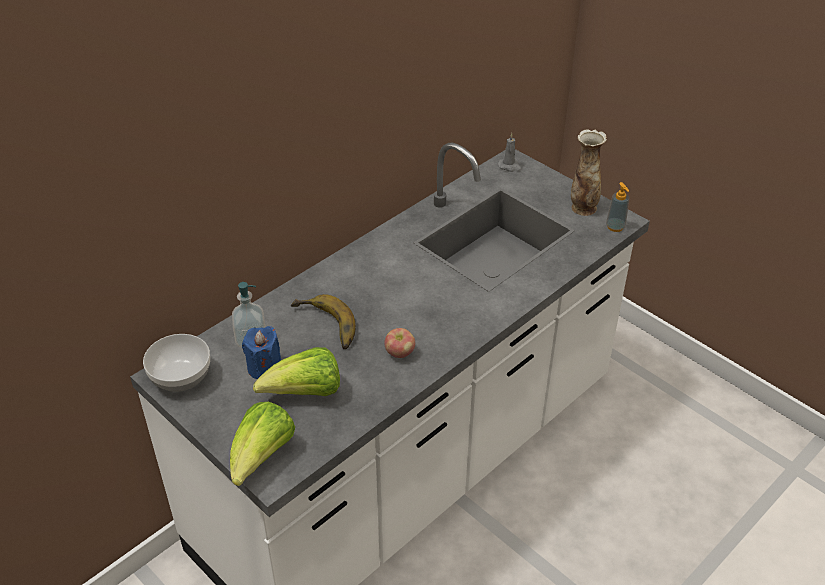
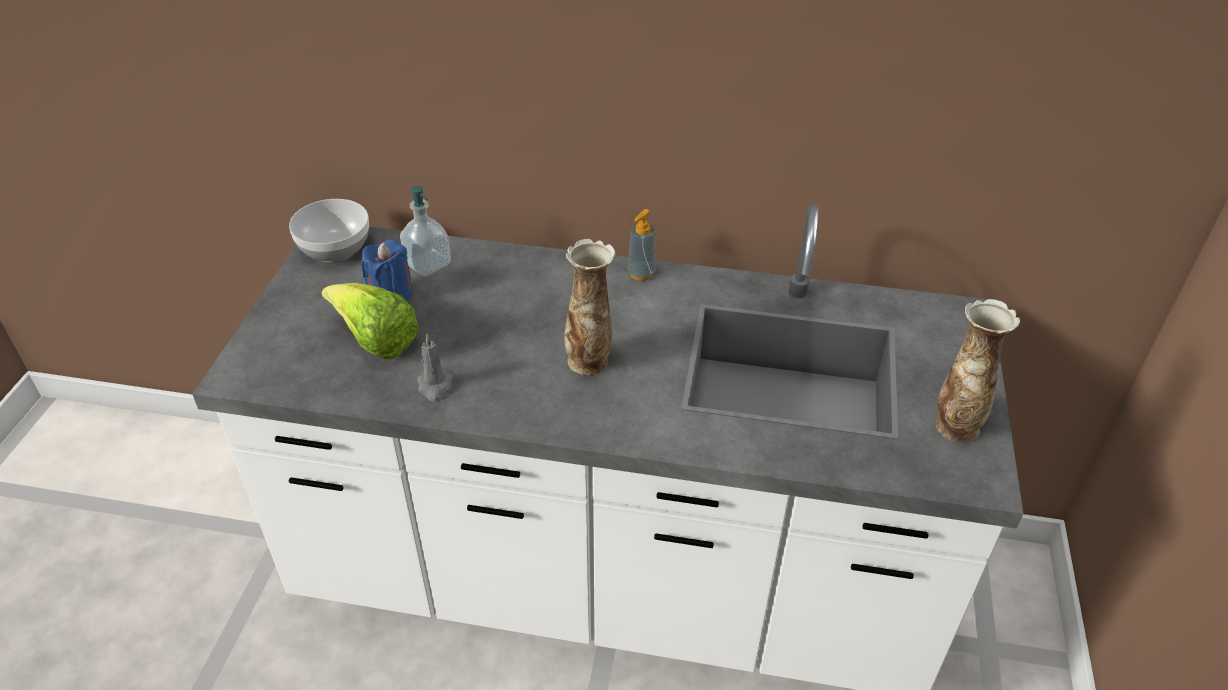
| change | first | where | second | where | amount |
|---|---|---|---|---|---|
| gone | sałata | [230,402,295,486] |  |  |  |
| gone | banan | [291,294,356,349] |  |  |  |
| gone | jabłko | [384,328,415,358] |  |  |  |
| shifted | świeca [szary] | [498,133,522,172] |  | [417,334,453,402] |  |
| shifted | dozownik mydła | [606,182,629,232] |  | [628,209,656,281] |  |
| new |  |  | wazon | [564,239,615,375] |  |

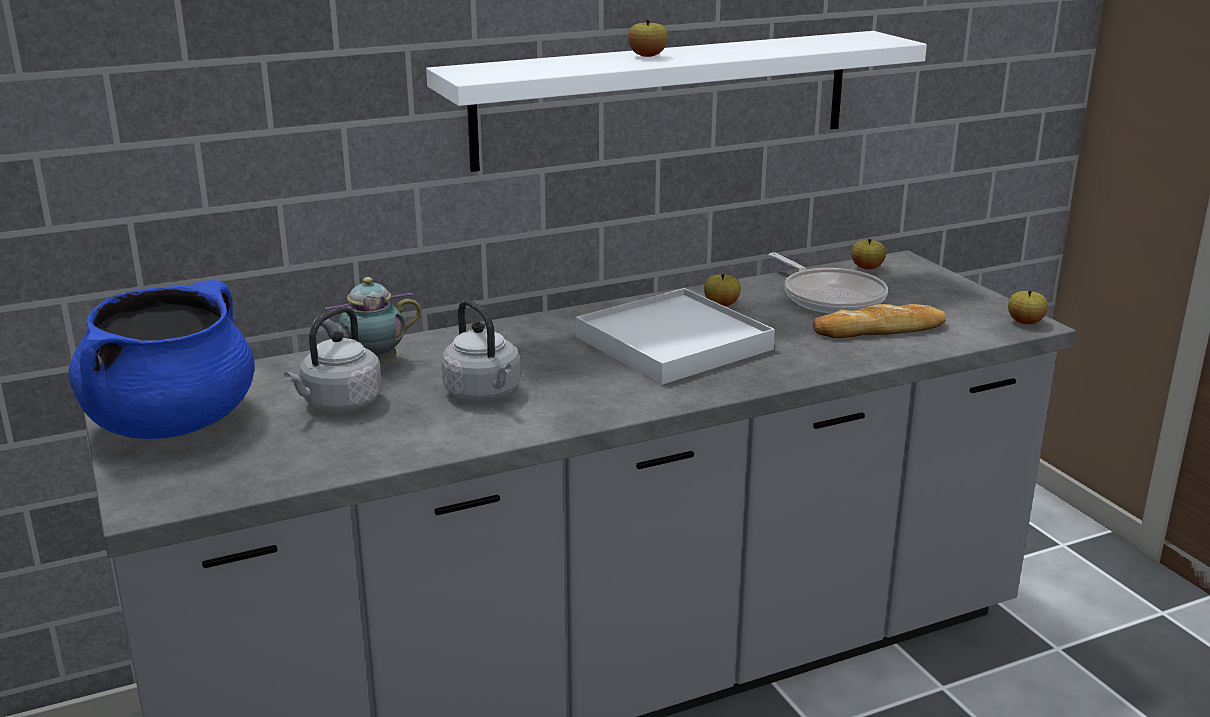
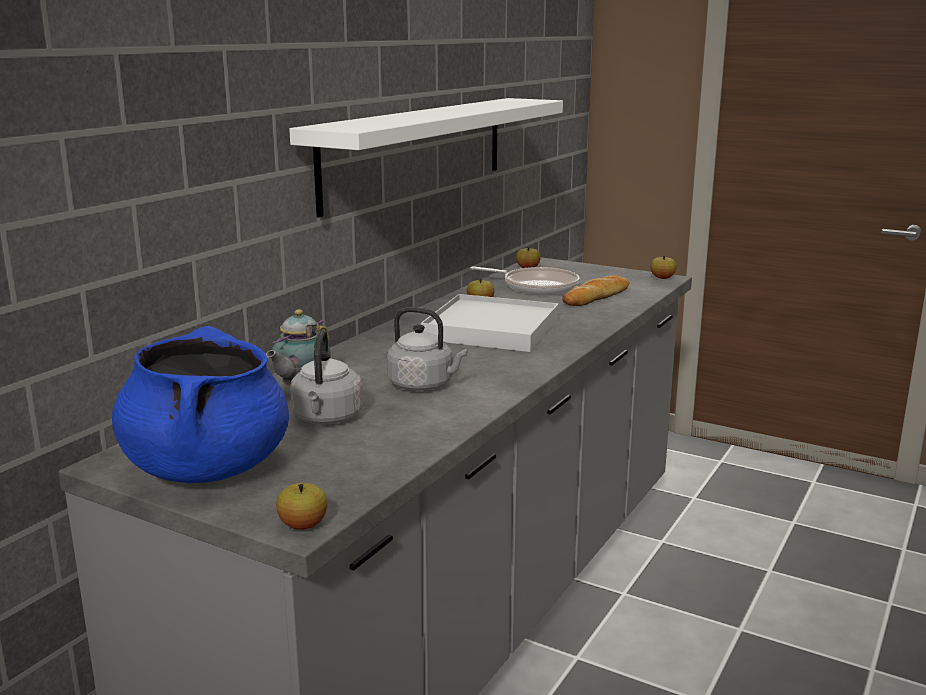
| change | first | where | second | where | amount |
|---|---|---|---|---|---|
| shifted | jabłko | [628,20,668,57] |  | [276,483,327,530] |  |

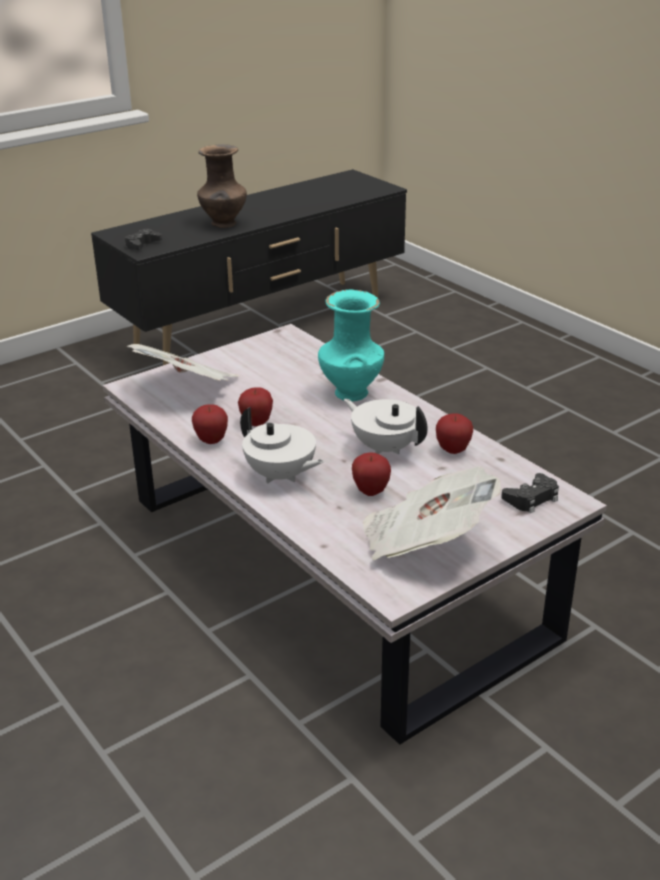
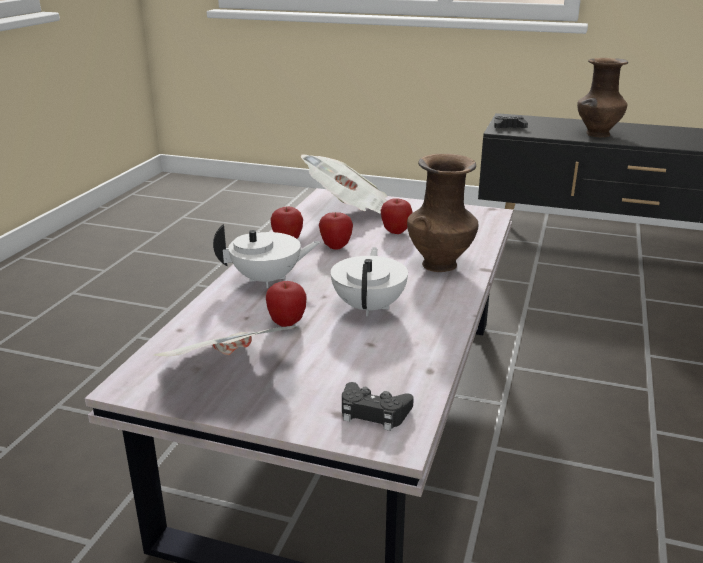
| change | first | where | second | where | amount |
|---|---|---|---|---|---|
| rotated | imbryk [biały] | [240,407,324,484] |  | [213,224,320,288] | 105 degrees counterclockwise |
| repainted | wazon [turkusowy] | [318,290,384,401] | wazon [brązowy] | [407,154,478,272] |  |
| shifted | jabłko | [436,413,473,454] |  | [380,198,413,234] |  |

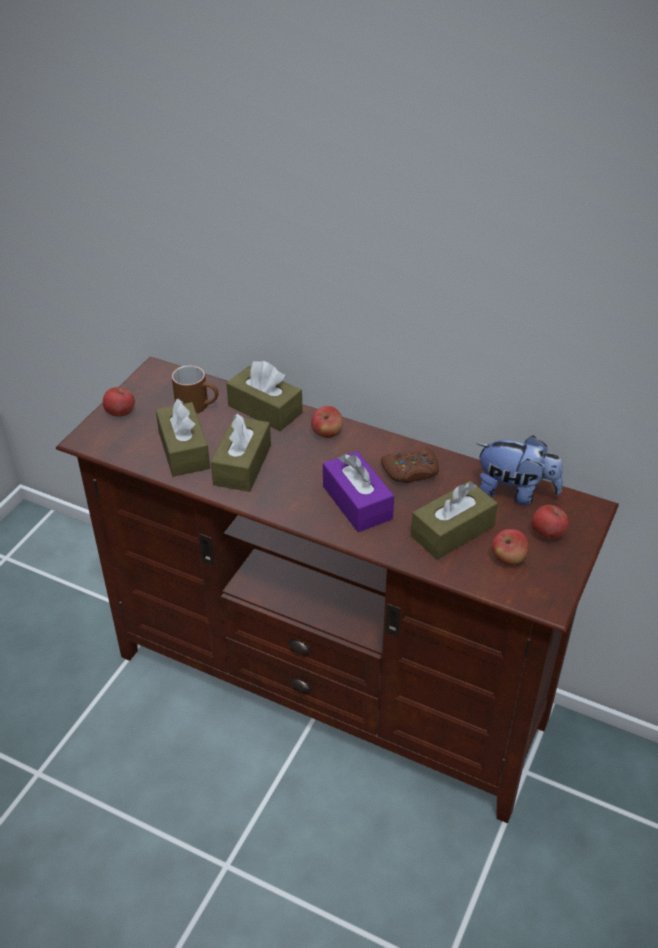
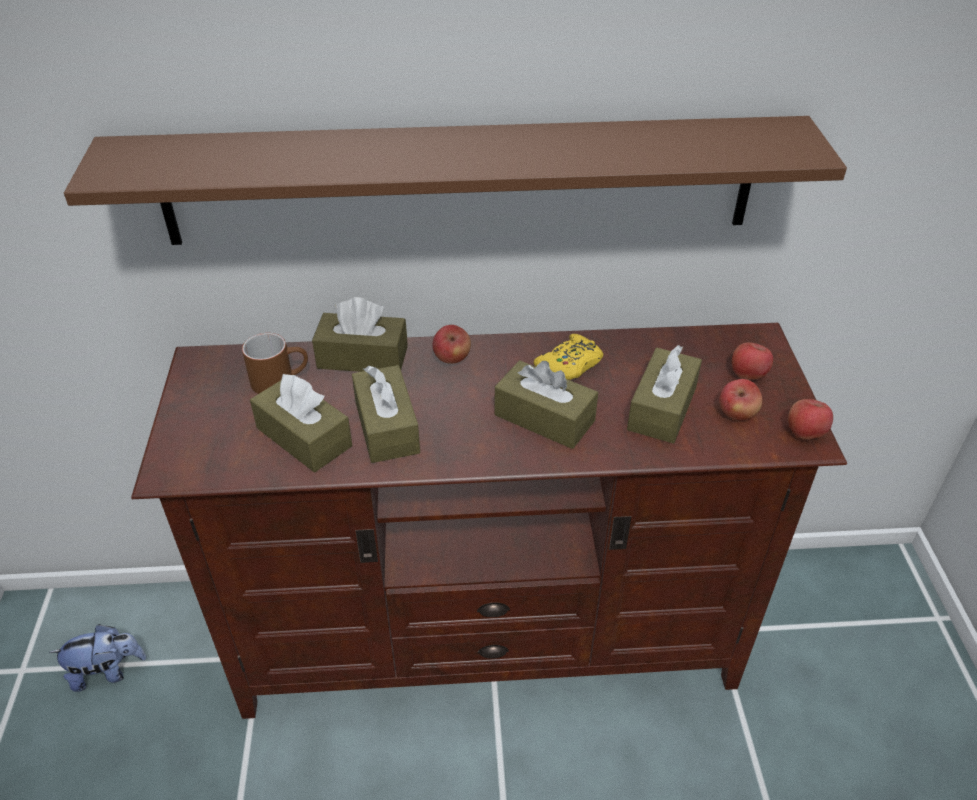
| change | first | where | second | where | amount |
|---|---|---|---|---|---|
| shifted | jabłko | [103,387,135,417] |  | [788,399,833,439] |  |
| repainted | pudełko chusteczek [fioletowy] | [323,451,394,532] | pudełko chusteczek [brązowy] | [495,360,598,449] |  |
| repainted | pad do gier [brązowy] | [381,448,439,483] | pad do gier [żółty] | [534,334,603,380] |  |
| shifted | pluszak | [477,435,563,505] |  | [49,624,146,692] |  |
| new |  |  | półka [brązowy] | [64,116,847,245] |  |

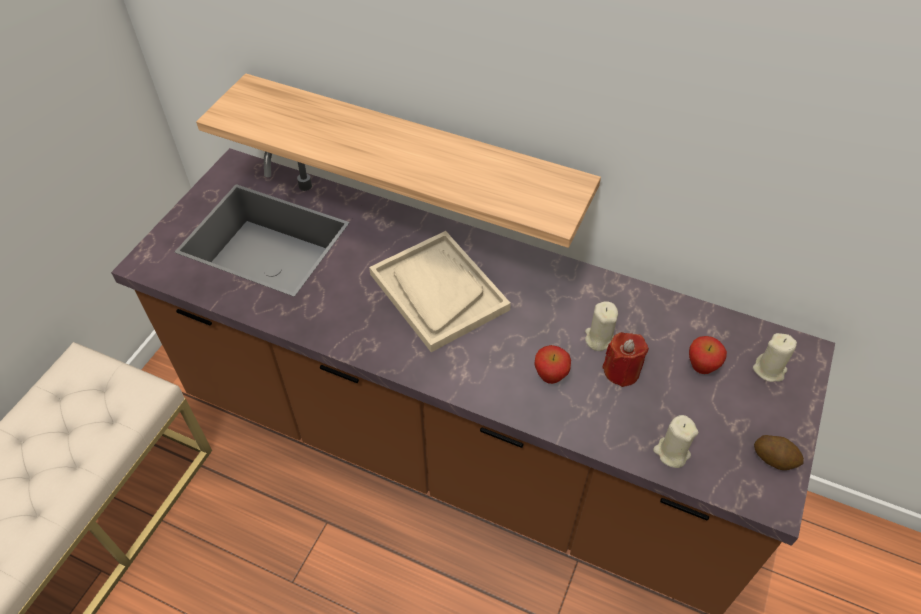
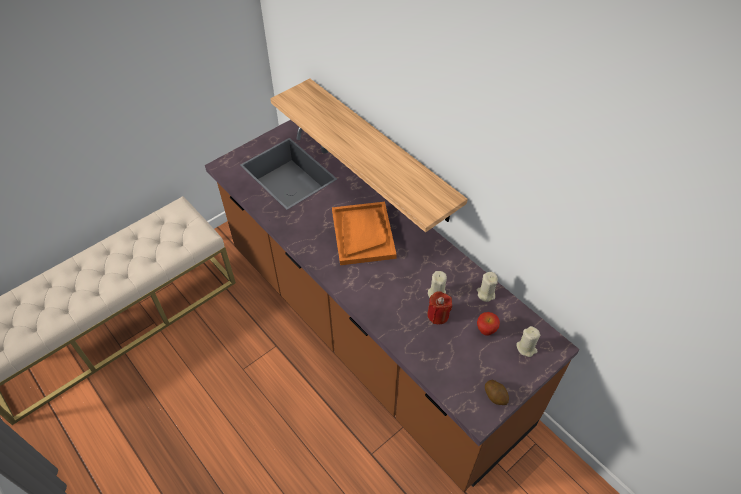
| change | first | where | second | where | amount |
|---|---|---|---|---|---|
| repainted | taca [beżowy] | [369,231,511,352] | taca [pomarańczowy] | [332,202,397,265] |  |
| gone | jabłko | [534,345,571,384] |  |  |  |
| shifted | świeca [beżowy] | [653,415,698,468] |  | [477,272,498,302] |  |

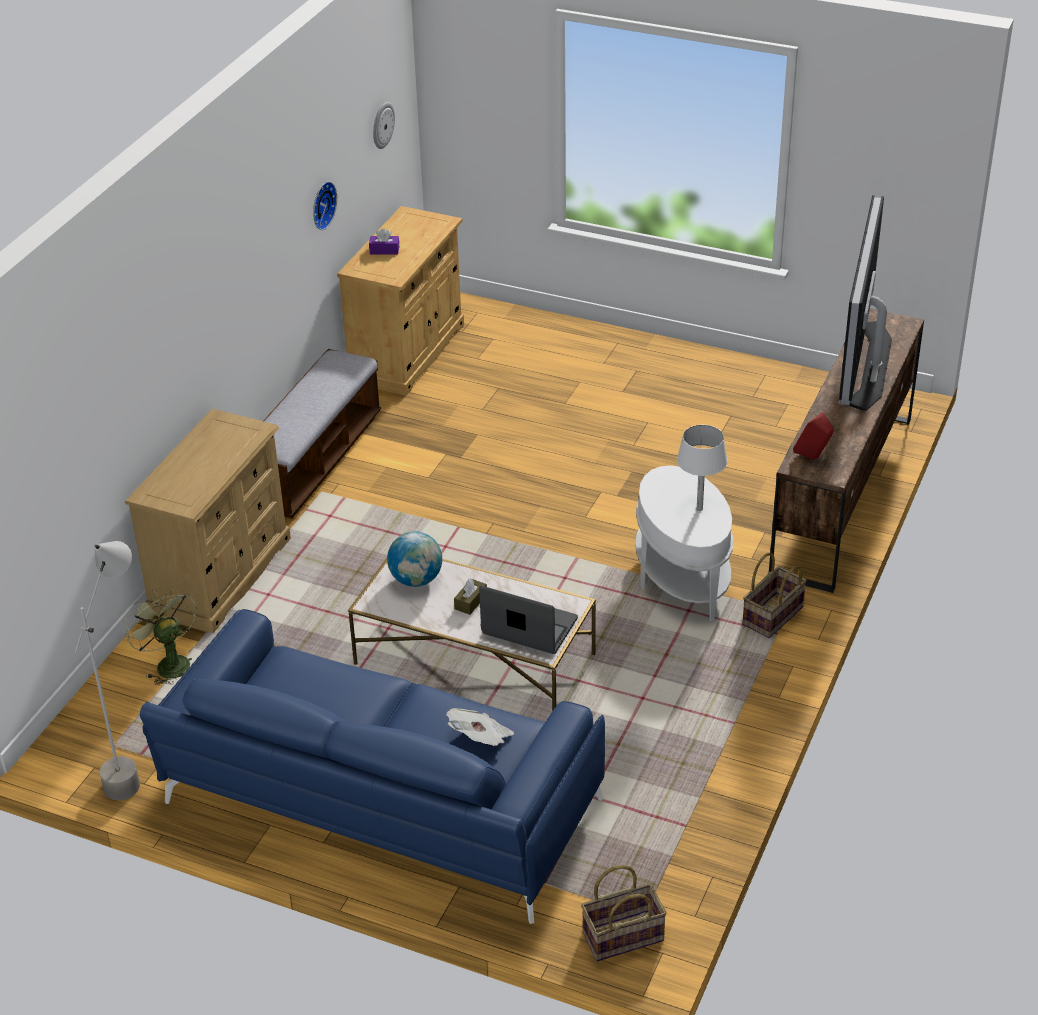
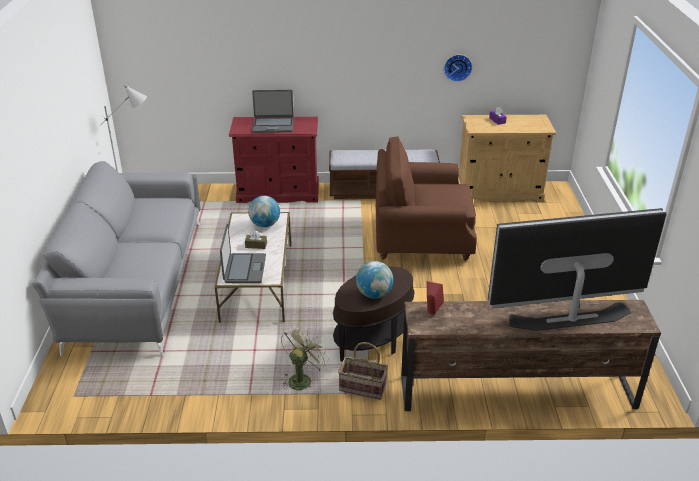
| change | first | where | second | where | amount |
|---|---|---|---|---|---|
| shifted | wentylator [zielony] | [123,586,197,685] |  | [281,326,329,390] |  |
| repainted | komoda [beżowy] | [125,409,291,633] | komoda [czerwony] | [229,117,319,203] |  |
| repainted | kanapa [niebieski] | [140,609,605,924] | kanapa [szary] | [32,161,200,356] |  |
| gone | zegar ścienny | [373,102,395,149] |  |  |  |
| gone | gazeta | [447,708,514,746] |  |  |  |
| gone | koszyk | [581,865,667,961] |  |  |  |
| repainted | stolik [biały] | [635,465,733,621] | stolik [brązowy] | [333,266,415,362] |  |
| swapped | lampa stołowa [biały] | [677,425,728,511] | globus | [356,261,393,299] |  |
| new |  |  | laptop | [252,90,294,133] |  |
| new |  |  | fotel [brązowy] | [376,137,477,261] |  |

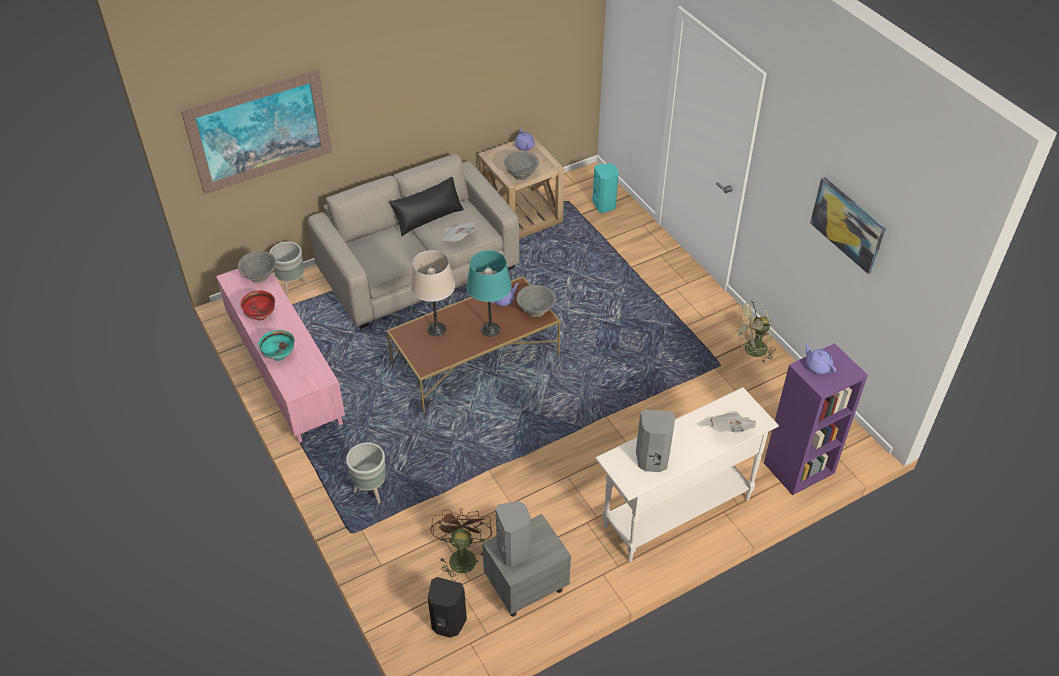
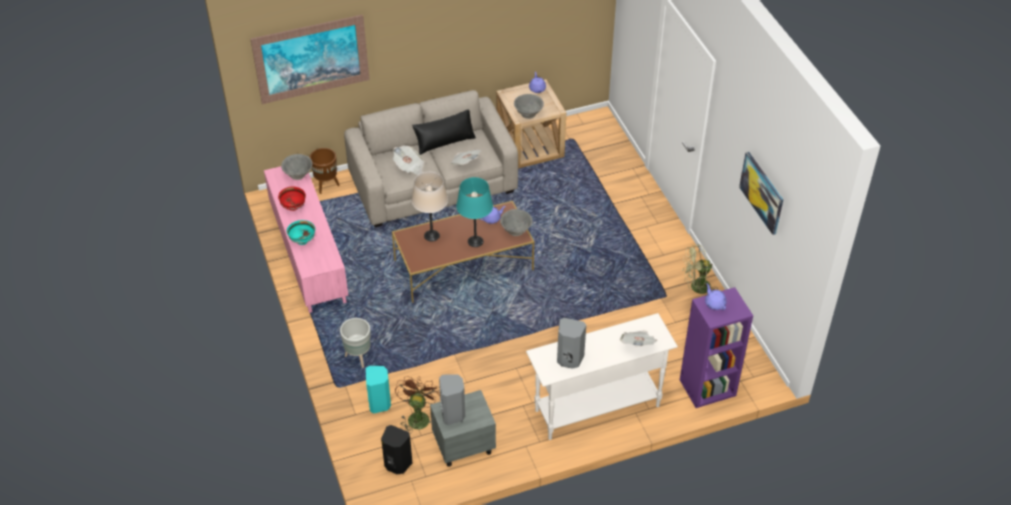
| change | first | where | second | where | amount |
|---|---|---|---|---|---|
| repainted | donica [szary] | [269,242,308,297] | donica [brązowy] | [309,148,340,194] |  |
| shifted | głośnik [turkusowy] | [592,163,619,213] |  | [366,366,391,413] |  |
| new |  |  | gazeta | [393,145,425,175] |  |

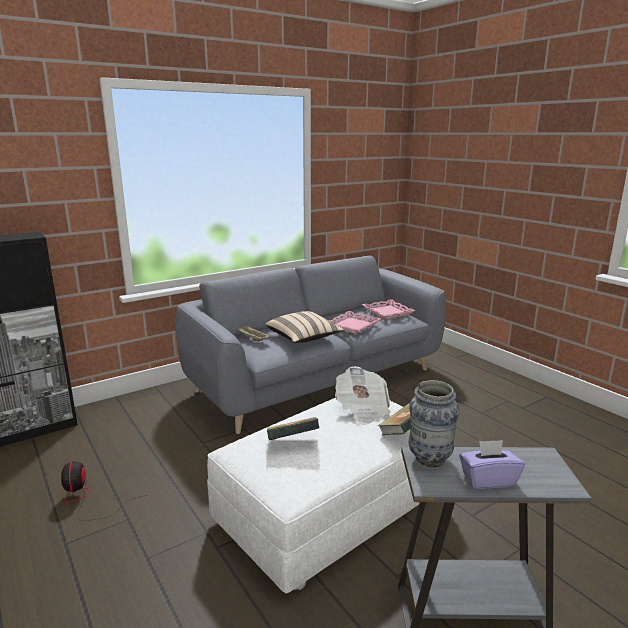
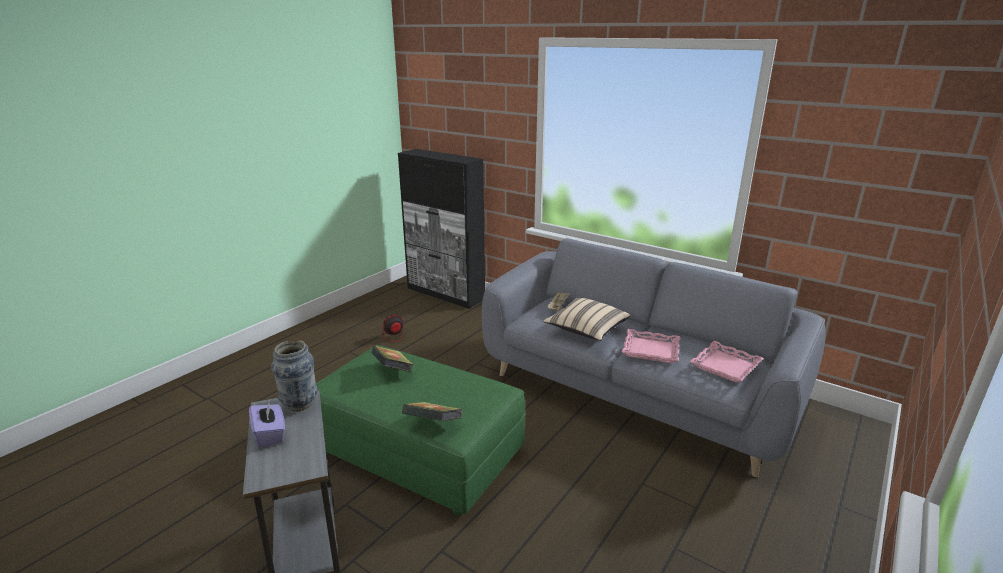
| change | first | where | second | where | amount |
|---|---|---|---|---|---|
| repainted | pufa [biały] | [207,398,420,593] | pufa [zielony] | [316,345,526,516] |  |
| gone | gazeta | [335,366,391,425] |  |  |  |

